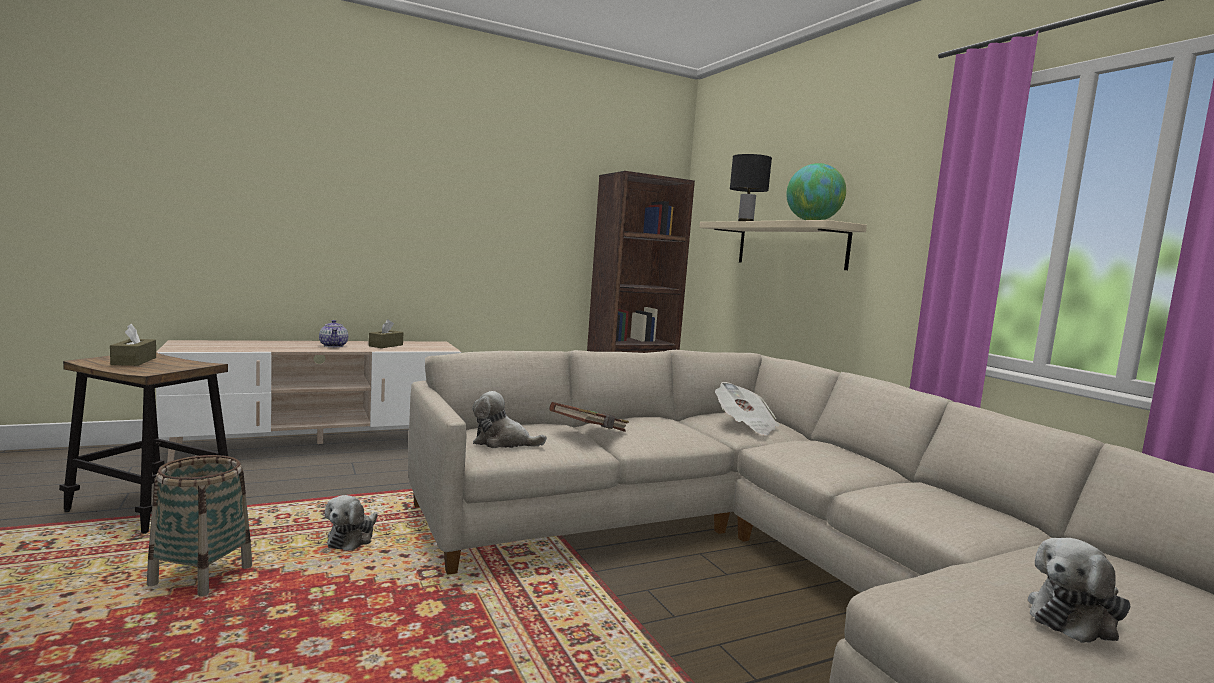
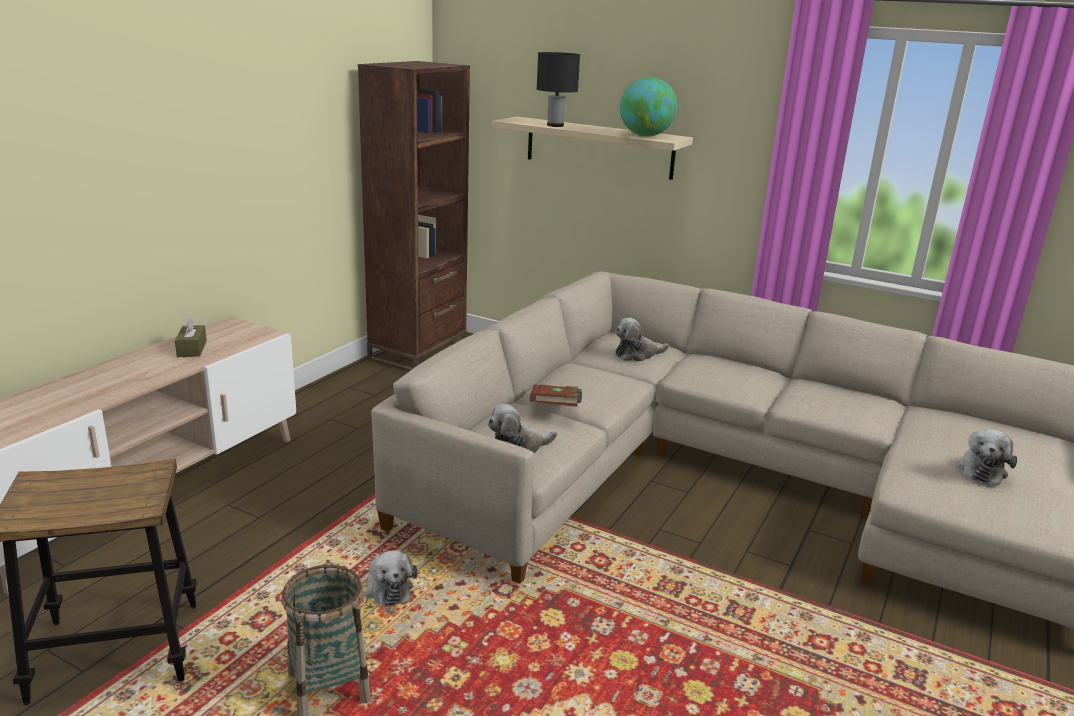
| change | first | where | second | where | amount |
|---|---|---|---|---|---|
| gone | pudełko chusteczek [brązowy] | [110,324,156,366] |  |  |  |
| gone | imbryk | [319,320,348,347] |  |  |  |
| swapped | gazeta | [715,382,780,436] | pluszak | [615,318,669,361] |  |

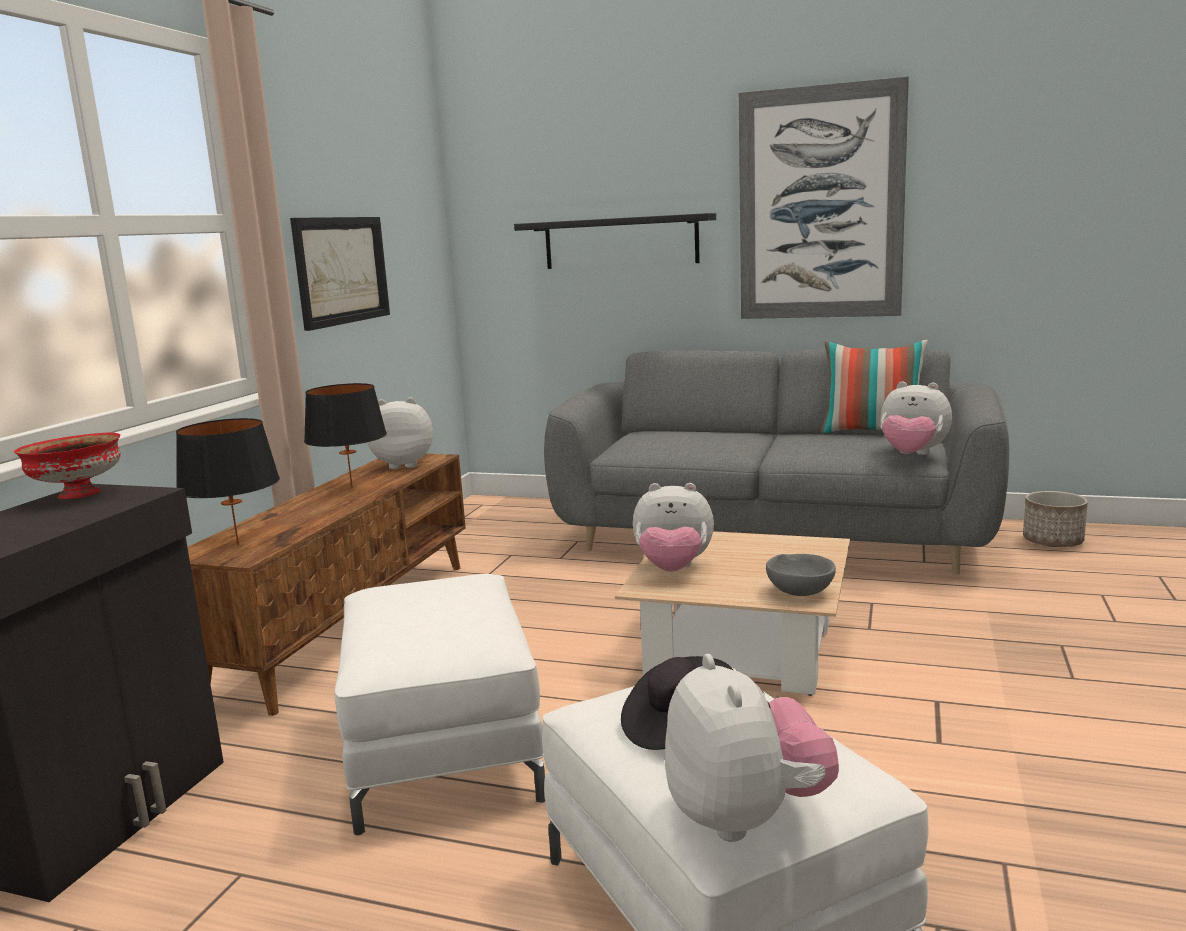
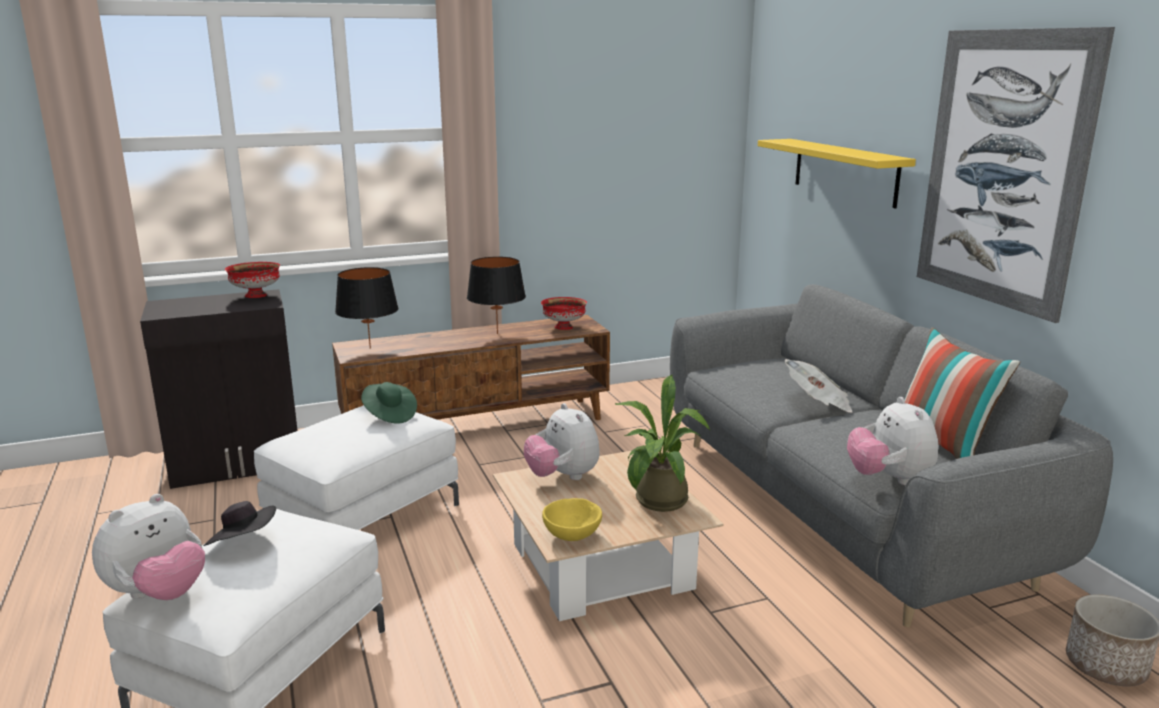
| change | first | where | second | where | amount |
|---|---|---|---|---|---|
| gone | obraz | [290,217,390,331] |  |  |  |
| swapped | pluszak | [367,397,433,469] | miska [czerwony] | [541,297,587,330] |  |
| repainted | półka [czarny] | [514,213,716,269] | półka [żółty] | [758,139,916,208] |  |
| repainted | miska [szary] | [766,554,836,596] | miska [żółty] | [542,498,602,541] |  |
| new |  |  | kapelusz [zielony] | [361,382,417,424] |  |
| new |  |  | roślina doniczkowa | [615,375,710,512] |  |
| new |  |  | gazeta | [784,359,853,413] |  |

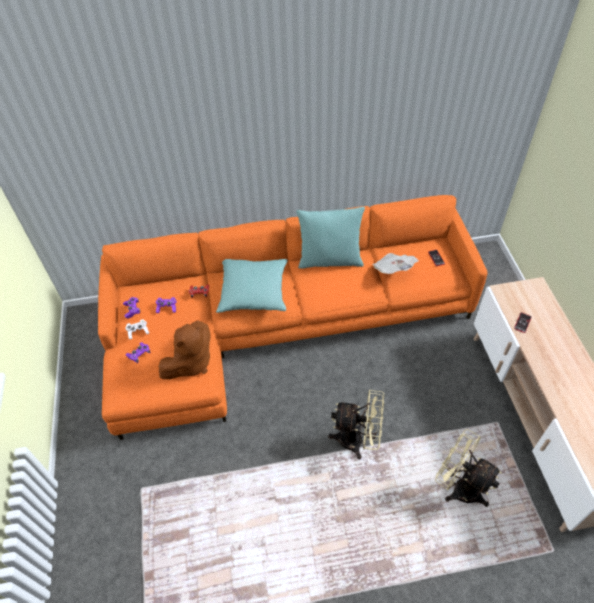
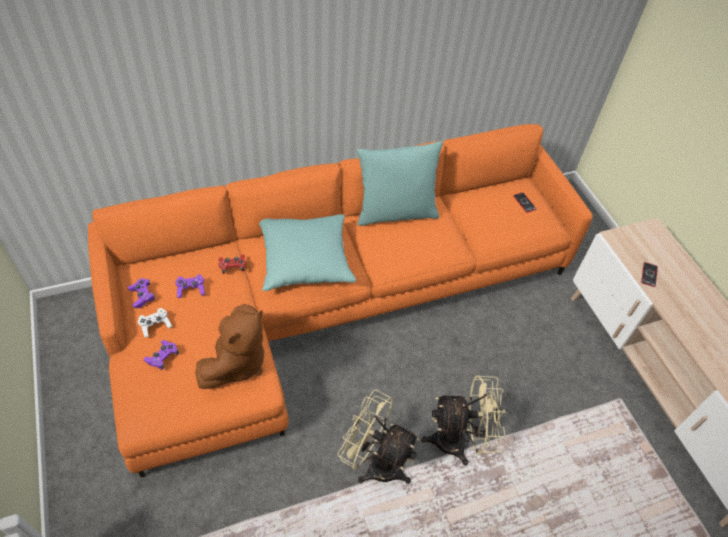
| change | first | where | second | where | amount |
|---|---|---|---|---|---|
| gone | gazeta | [372,253,419,274] |  |  |  |
| shifted | wentylator [beżowy] | [435,429,502,507] |  | [337,390,420,484] |  |

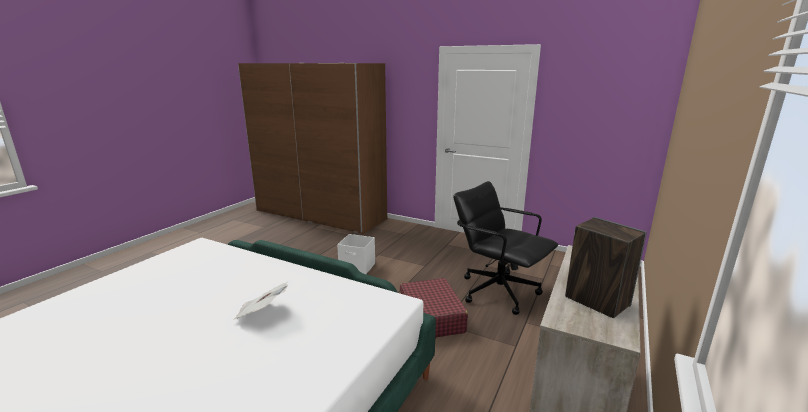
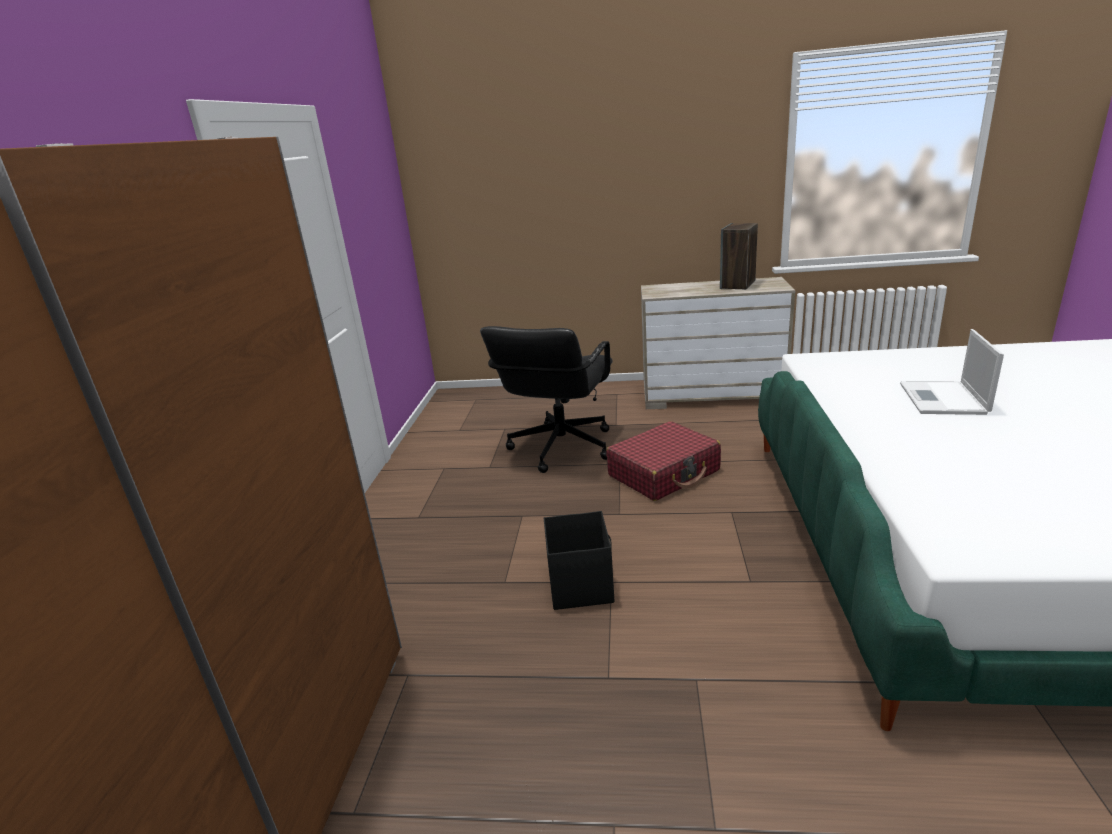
| change | first | where | second | where | amount |
|---|---|---|---|---|---|
| swapped | gazeta | [233,282,288,320] | laptop | [900,329,1004,415] |  |
| repainted | pojemnik do przechowywania [biały] | [337,234,375,274] | pojemnik do przechowywania [czarny] | [544,511,614,610] |  |

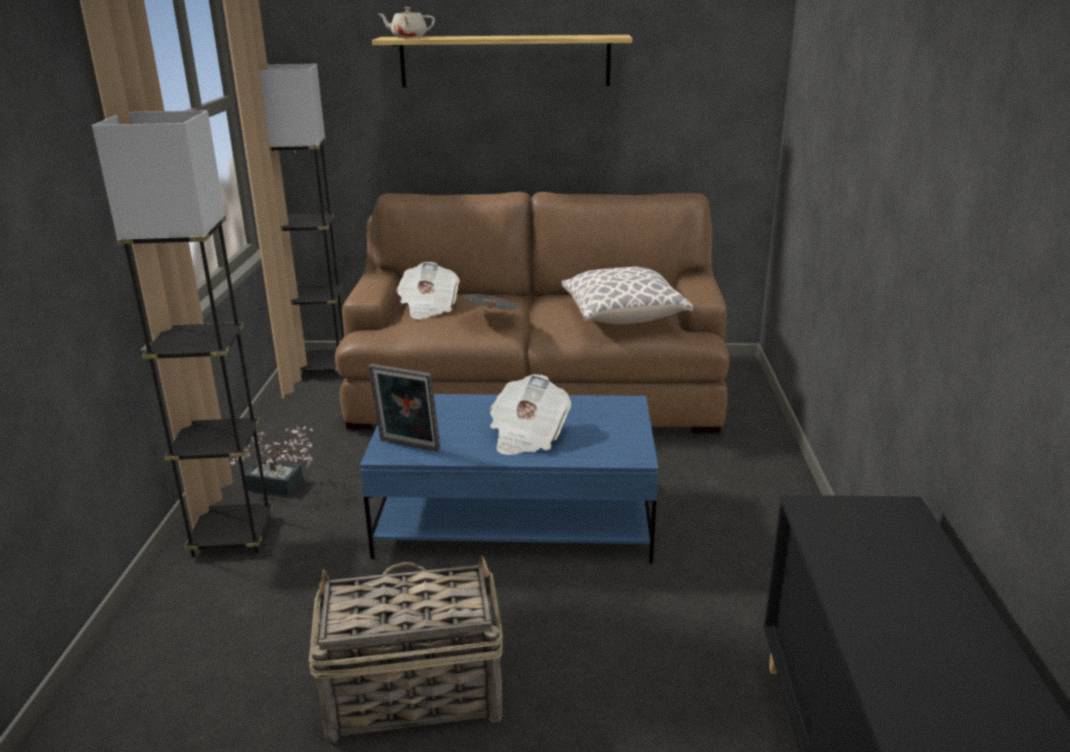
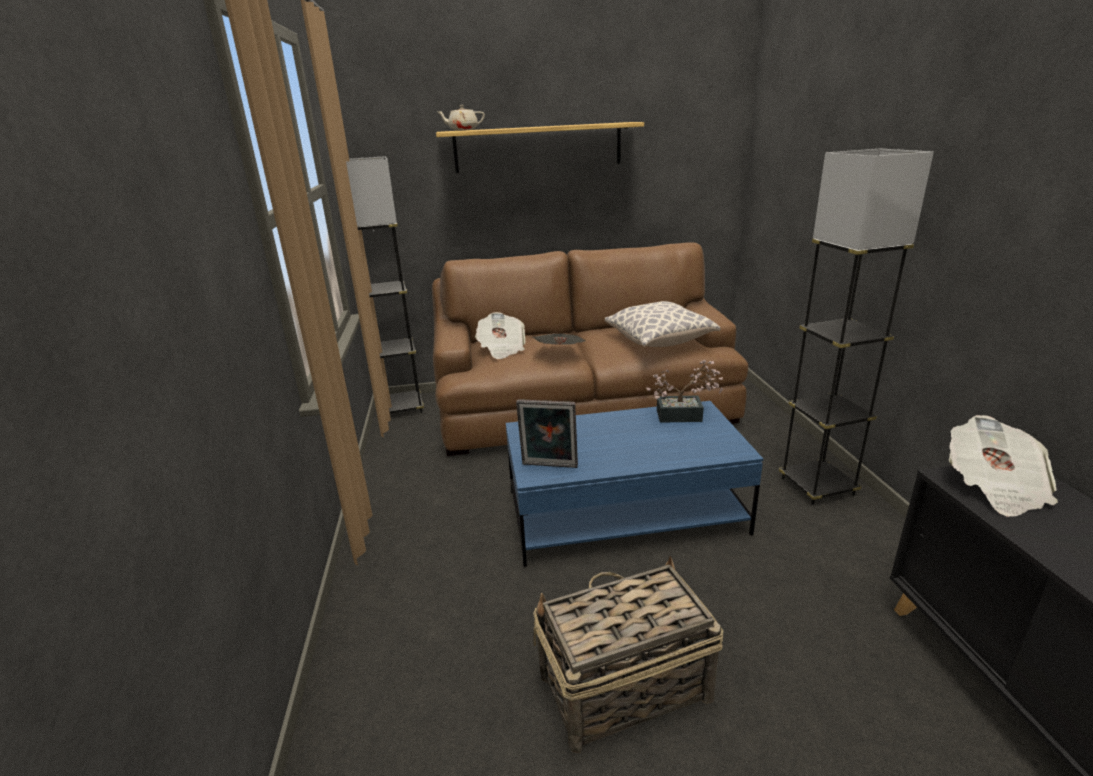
| change | first | where | second | where | amount |
|---|---|---|---|---|---|
| shifted | lampa stojąca [szary] | [92,110,273,557] |  | [779,149,934,505] |  |
| shifted | roślina doniczkowa | [230,426,313,496] |  | [646,360,723,423] |  |
| shifted | gazeta | [489,374,571,455] |  | [949,415,1058,517] |  |

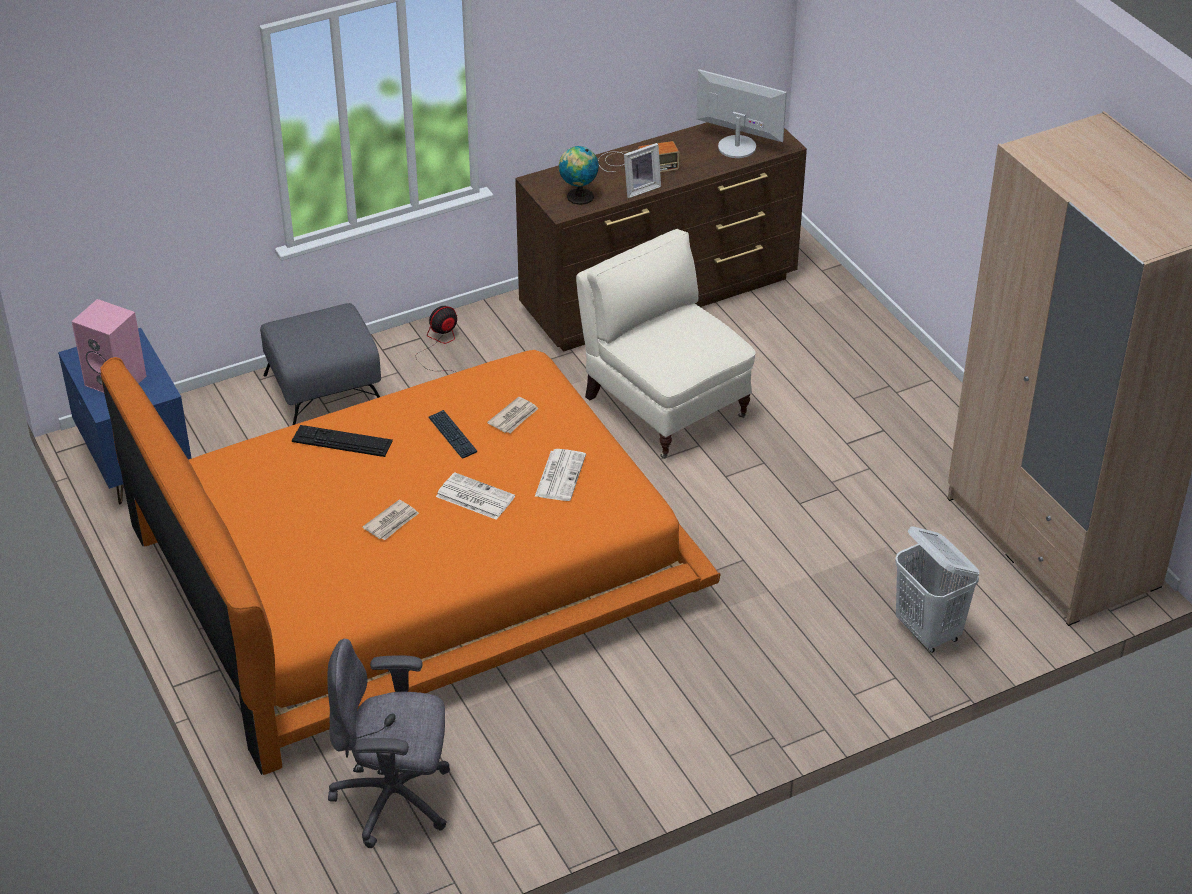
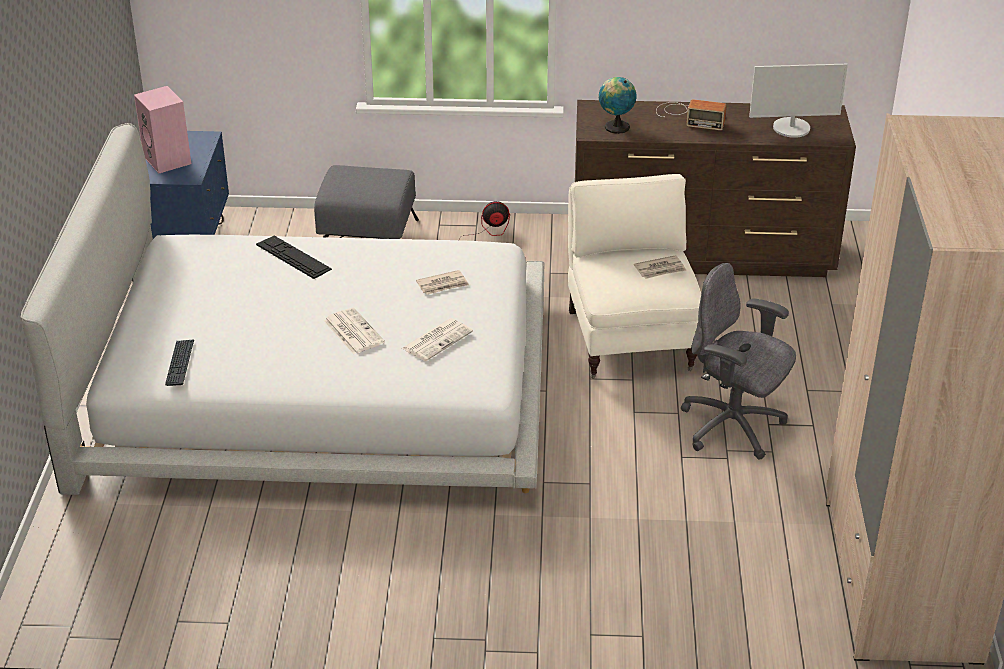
| change | first | where | second | where | amount |
|---|---|---|---|---|---|
| repainted | łóżko [pomarańczowy] | [101,350,721,775] | łóżko [biały] | [21,123,544,495] |  |
| shifted | krzesło biurowe [szary] | [327,638,450,848] |  | [681,263,796,460] |  |
| shifted | gazeta | [362,500,419,540] |  | [634,255,686,279] |  |
| shifted | klawiatura | [428,410,477,459] |  | [165,339,194,386] |  |
| gone | ramka na zdjęcie | [624,143,661,198] |  |  |  |
| rotated | monitor | [696,69,787,158] |  | [749,64,848,138] | 120 degrees clockwise |
| gone | kosz na pranie [biały] | [895,526,980,653] |  |  |  |

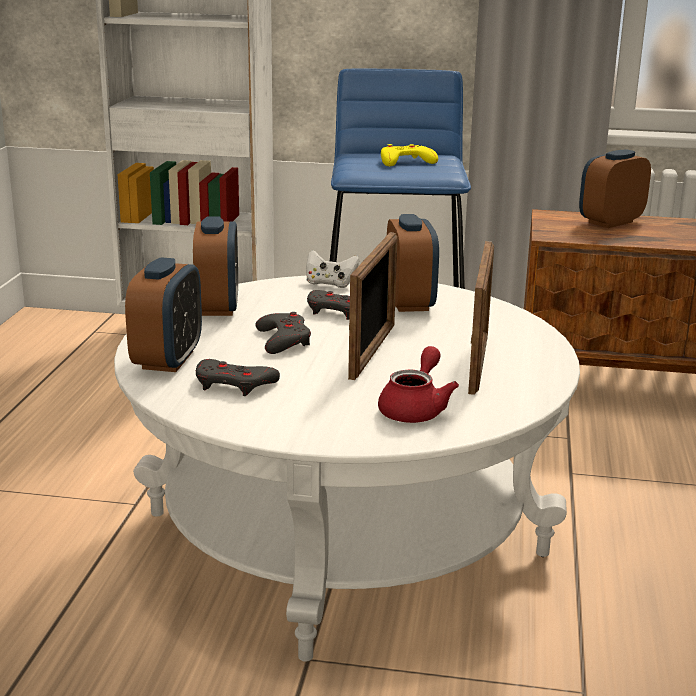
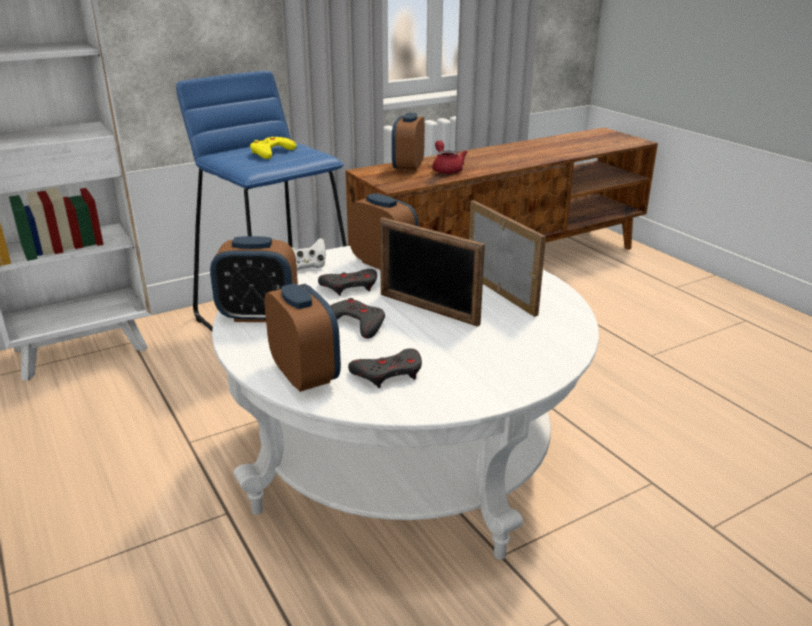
| change | first | where | second | where | amount |
|---|---|---|---|---|---|
| rotated | budzik | [193,216,238,316] |  | [210,236,298,322] | 135 degrees clockwise |
| rotated | ramka na zdjęcie | [348,233,397,380] |  | [380,217,485,327] | 150 degrees clockwise |
| shifted | imbryk [czerwony] | [378,346,459,423] |  | [432,140,467,174] |  |

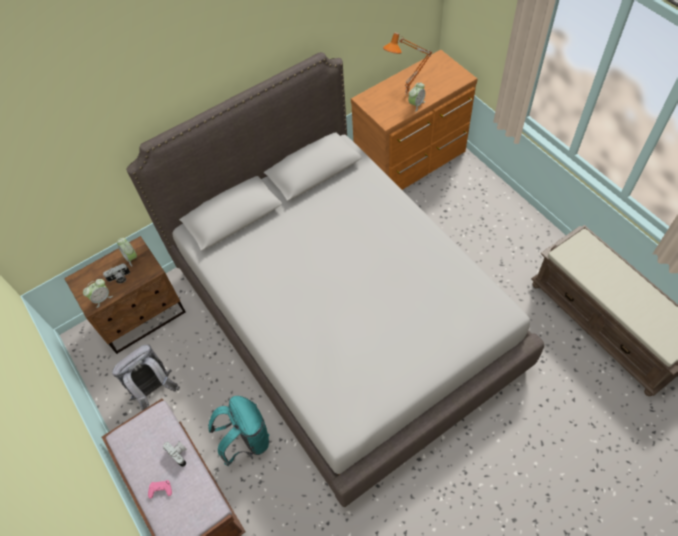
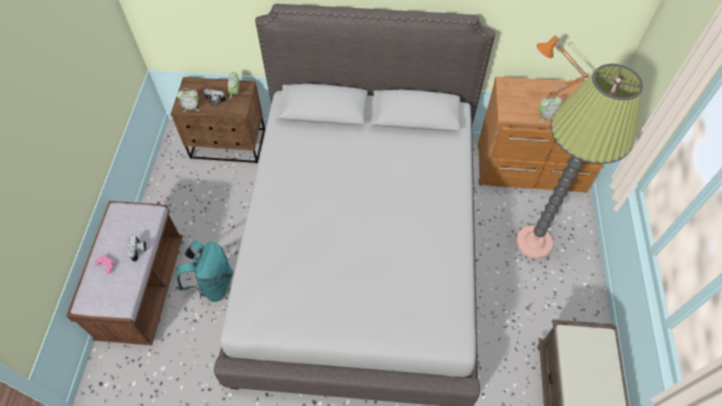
| change | first | where | second | where | amount |
|---|---|---|---|---|---|
| gone | plecak [szary] | [112,345,180,411] |  |  |  |
| new |  |  | lampa stojąca | [516,64,643,259] |  |

